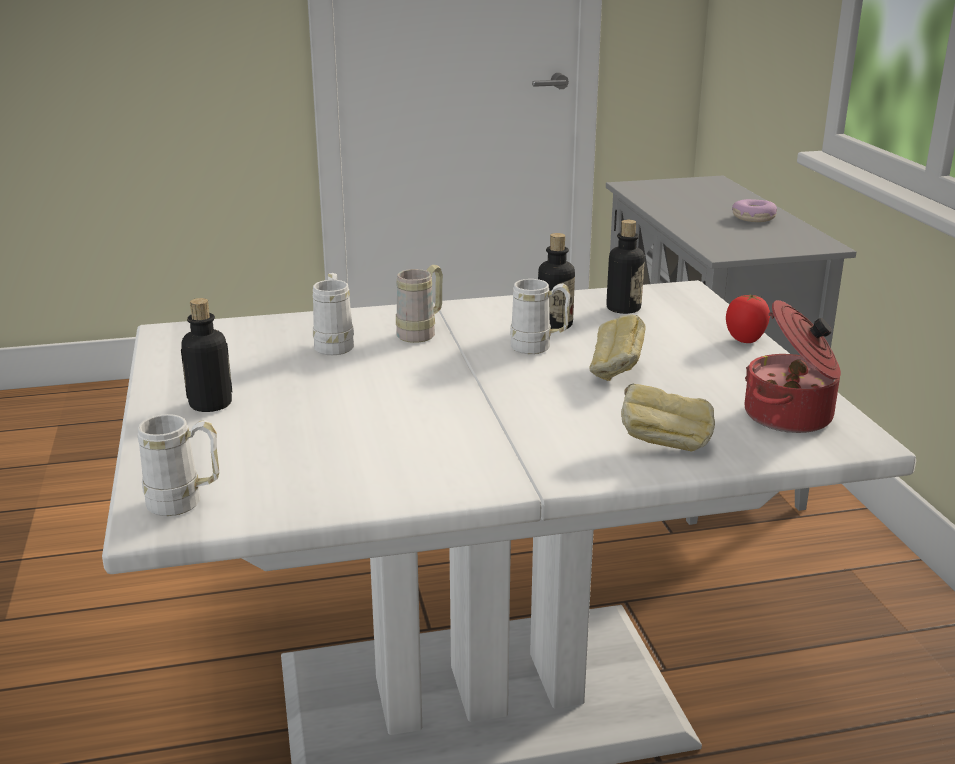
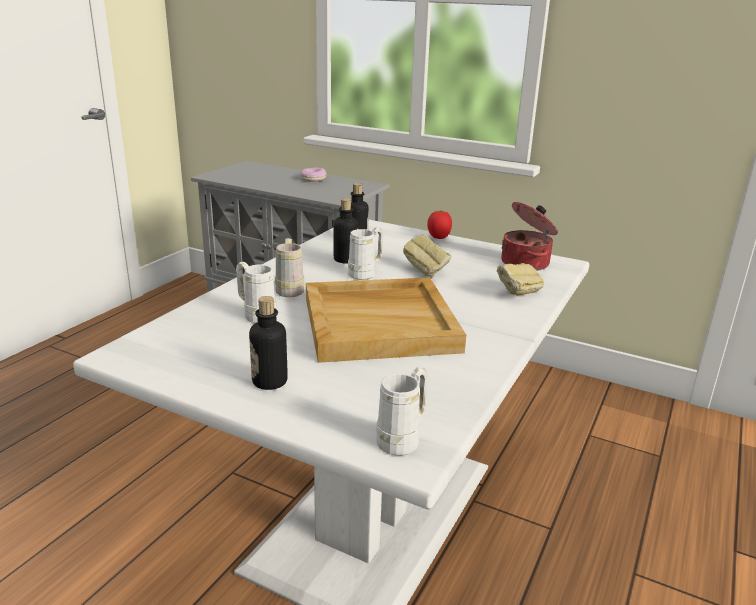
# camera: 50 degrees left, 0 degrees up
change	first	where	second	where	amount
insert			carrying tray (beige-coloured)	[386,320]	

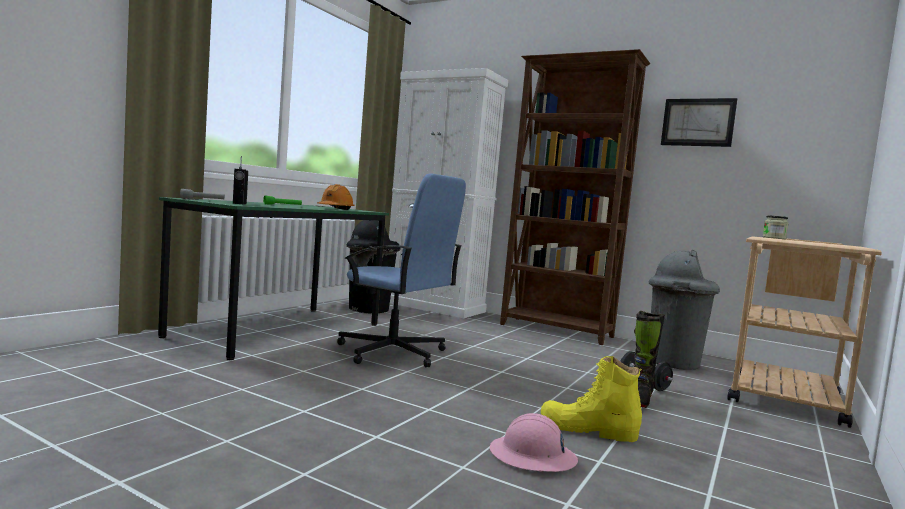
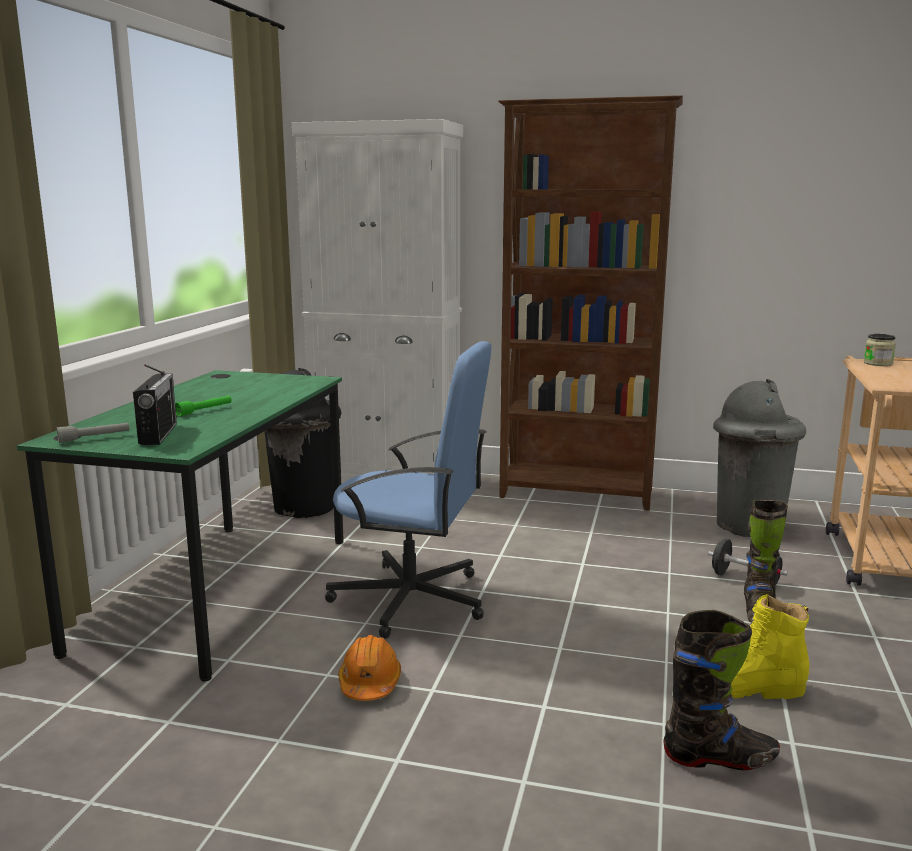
# camera: 15 degrees left, 10 degrees up
change	first	where	second	where	amount
rotate	radio set	[240,180]		[155,405]	150 degrees counterclockwise
move	safety helmet (orange)	[335,197]		[369,668]	
replace	safety helmet (pinkish)	[534,442]	boot (blackish)	[721,690]	
delete	picture	[699,122]			

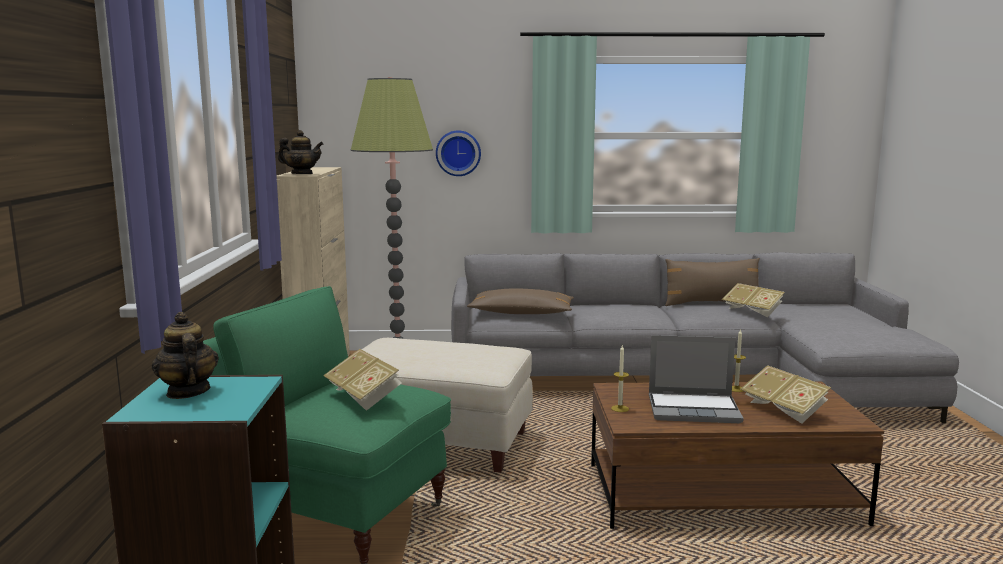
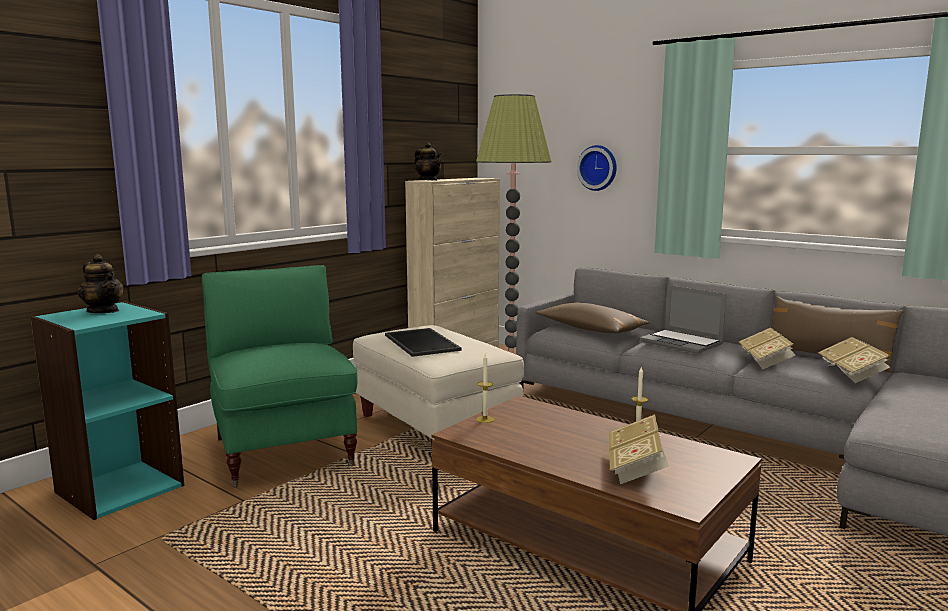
# camera: 40 degrees right, 0 degrees up
change	first	where	second	where	amount
rotate	tea pot	[185,355]		[100,283]	120 degrees clockwise
insert			carrying tray	[423,342]	
move	portable computer	[696,379]		[683,319]	
move	book	[362,380]		[767,348]	

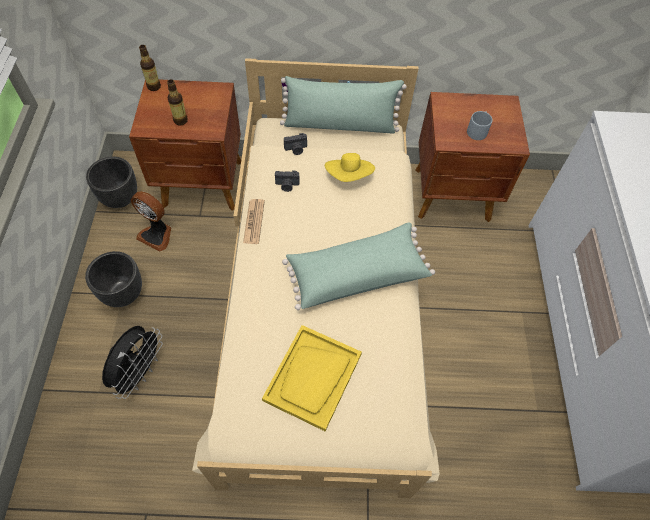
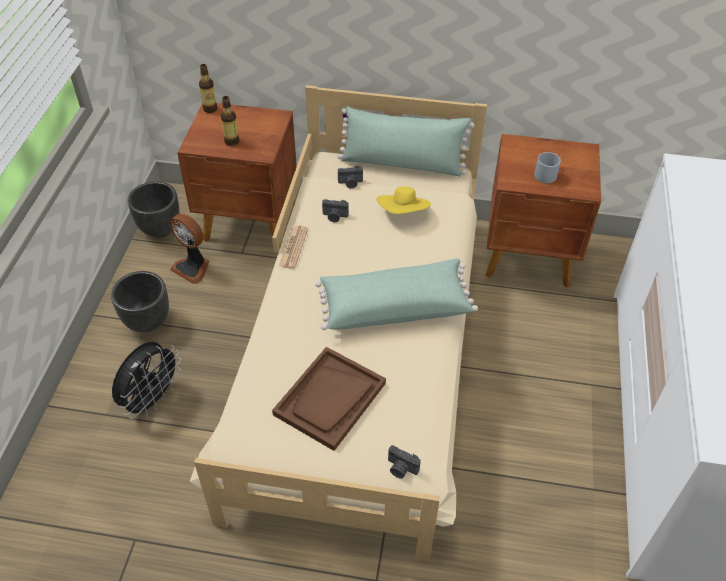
# camera: 10 degrees right, 10 degrees down
change	first	where	second	where	amount
recolor	carrying tray (yellow-coloured)	[312,378]	carrying tray (brown-coloured)	[329,399]	
insert			photo camera	[404,462]	

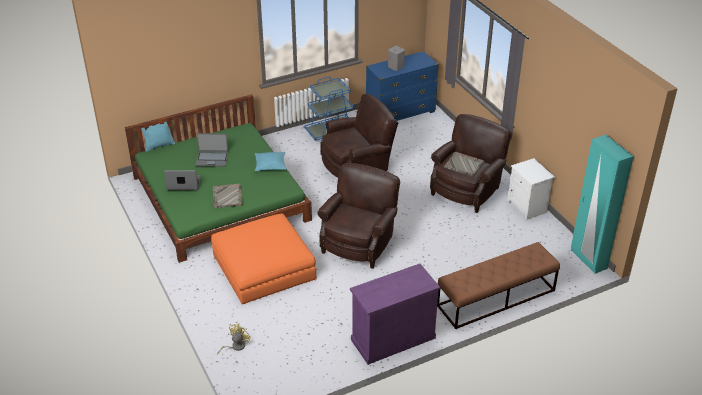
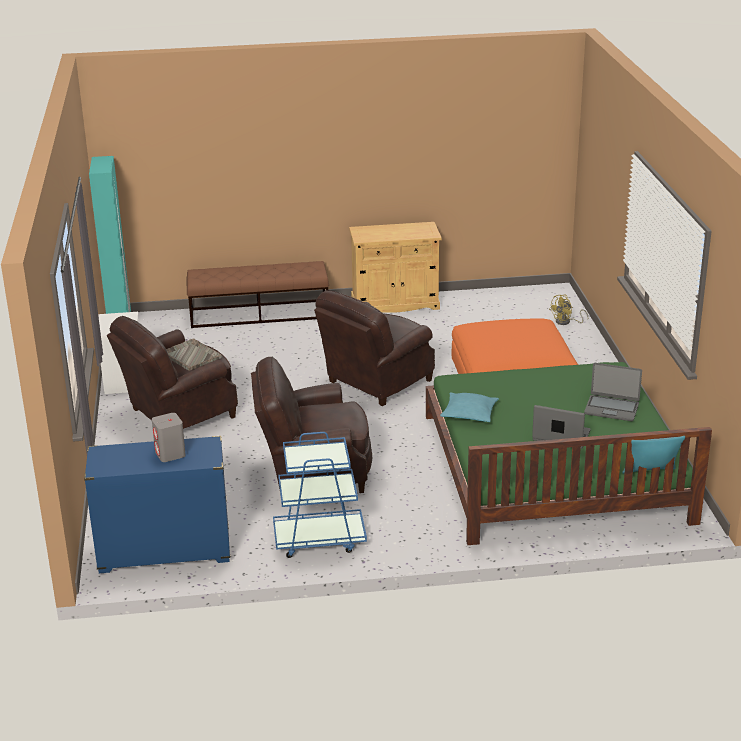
# camera: 160 degrees left, 10 degrees down
change	first	where	second	where	amount
recolor	cupboard (purple)	[395,314]	cupboard (beige-coloured)	[395,267]	
delete	carrying tray (gray)	[227,196]			

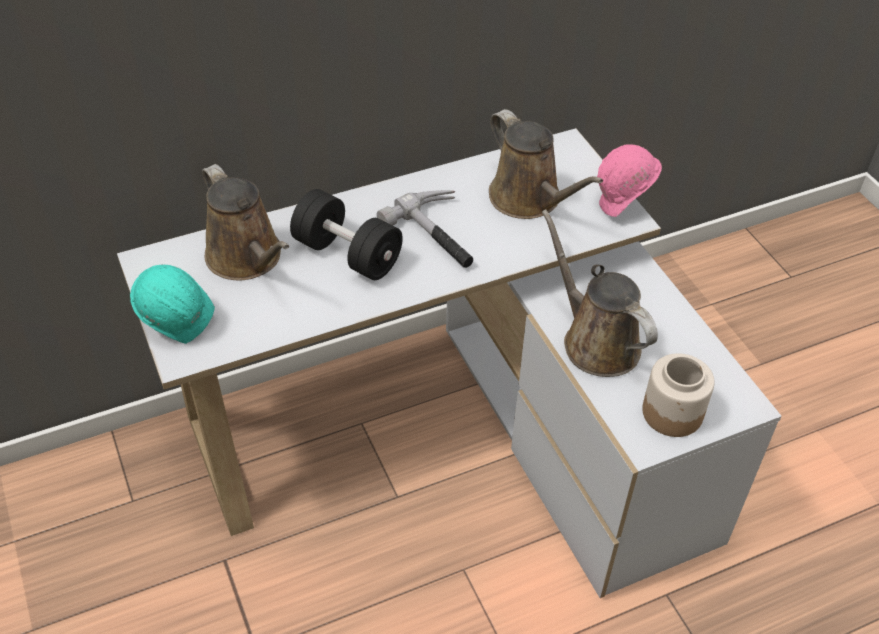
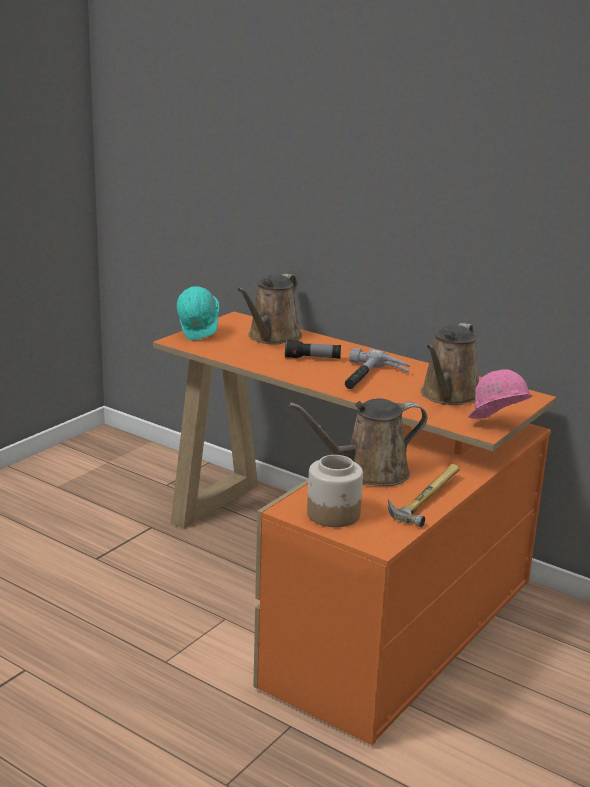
# camera: 60 degrees right, 25 degrees down
change	first	where	second	where	amount
recolor	desk unit (white-coloured)	[449,363]	desk unit (orange)	[355,528]	
replace	free weight (blackish)	[346,234]	hand torch	[313,349]	
rotate	sprinkling can (brown-coloured)	[600,293]		[358,442]	135 degrees counterclockwise
insert			hammer	[424,495]	

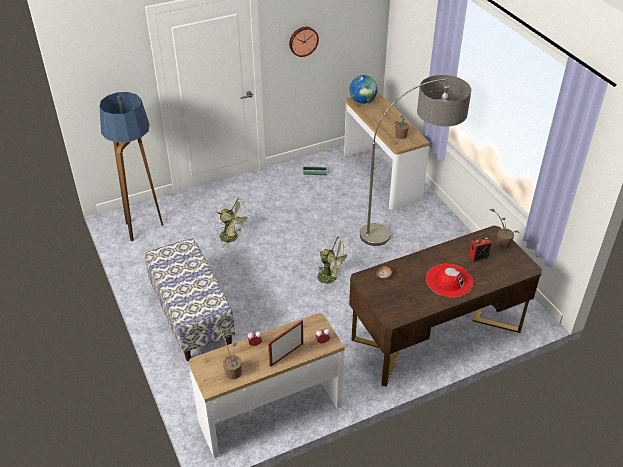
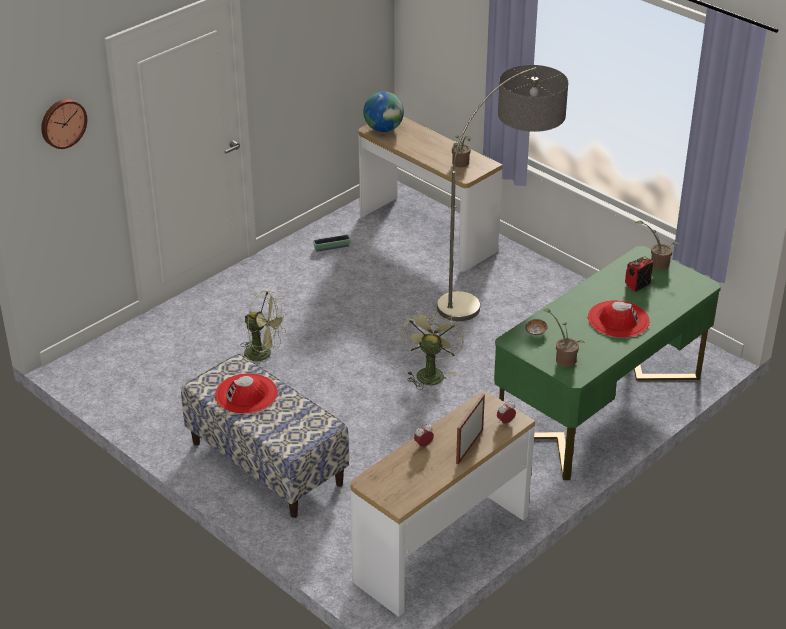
# camera: 20 degrees left, 5 degrees down
change	first	where	second	where	amount
move	clock on the wall	[304,42]		[64,124]	
insert			hat (reddish)	[246,393]	
rotate	cooling fan (greenish)	[333,263]		[432,349]	90 degrees counterclockwise
recolor	desk unit (brown-coloured)	[445,306]	desk unit (greenish)	[607,363]	
move	potted plant	[230,354]		[564,338]	
delete	floor lamp	[131,166]			

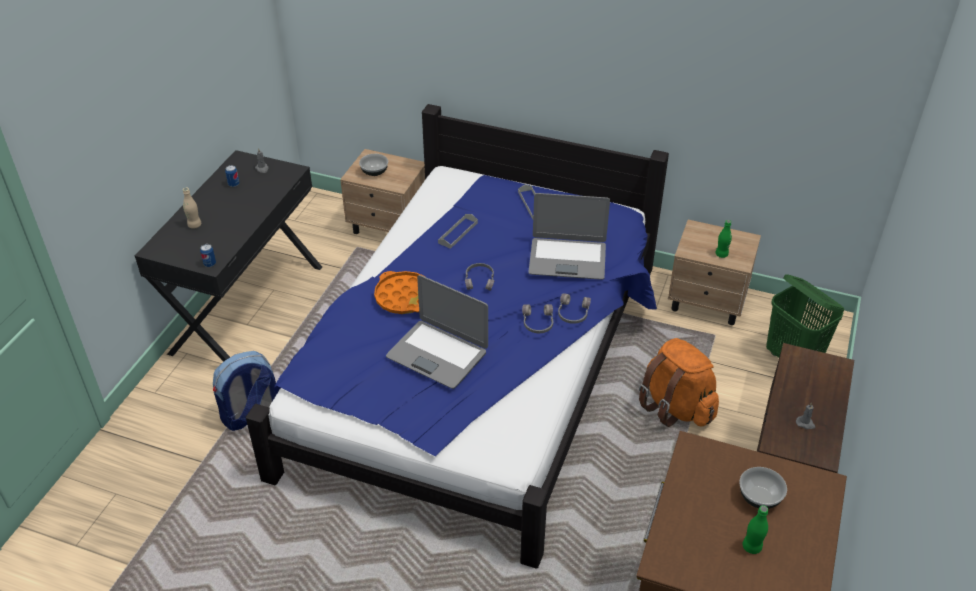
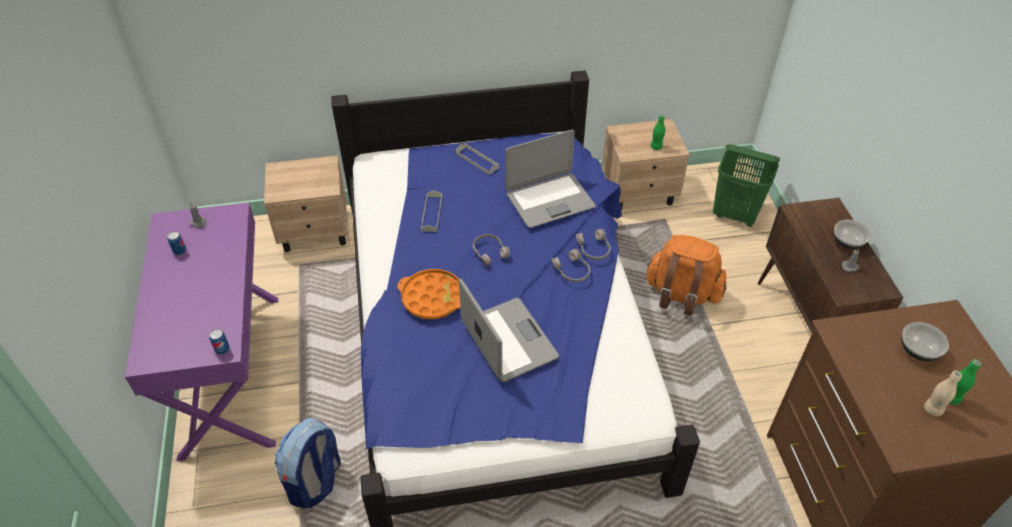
# camera: 30 degrees left, 5 degrees up
change	first	where	second	where	amount
recolor	desk unit (blackish)	[228,256]	desk unit (purple)	[201,332]	
rotate	portable computer	[437,332]		[509,330]	120 degrees counterclockwise
move	deep dish	[373,165]		[852,234]	
move	beverage bottle (beige-coloured)	[192,208]		[943,393]	

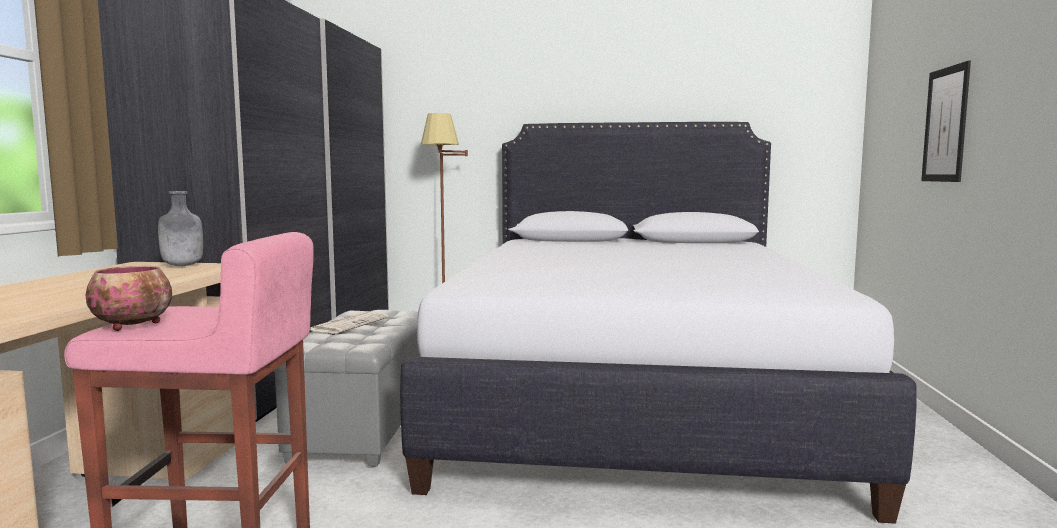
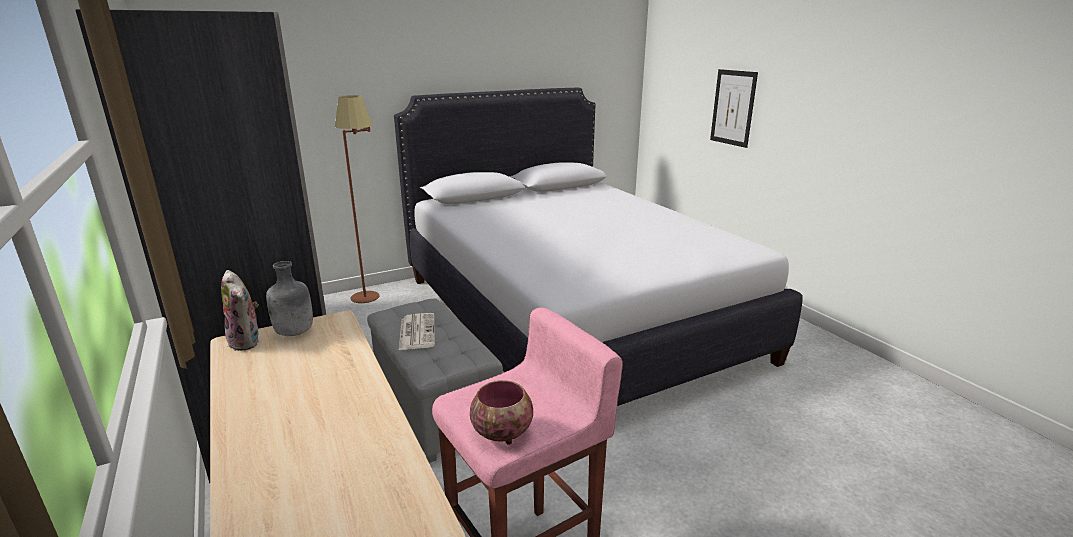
# camera: 35 degrees left, 15 degrees up
change	first	where	second	where	amount
insert			plush toy	[240,310]	

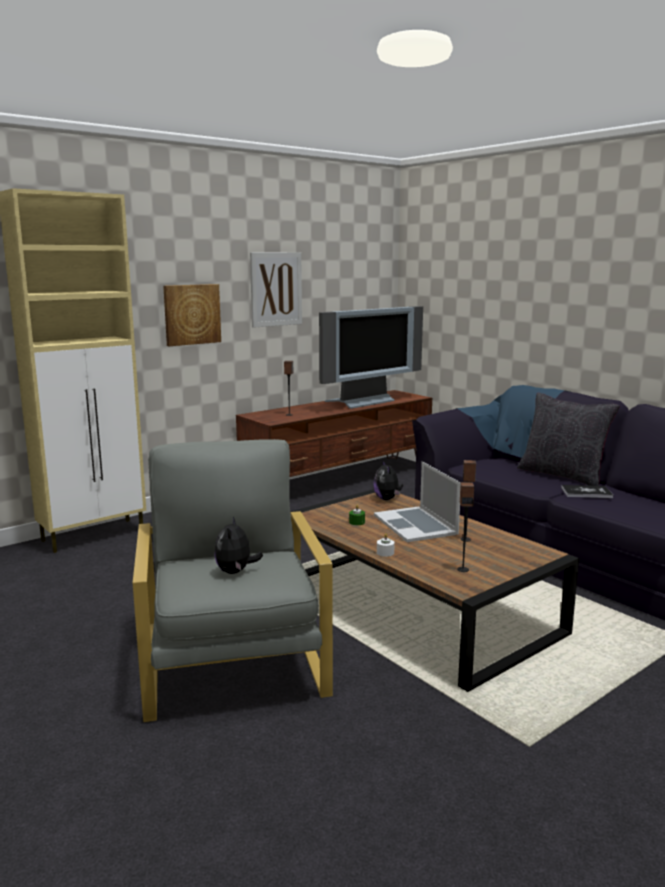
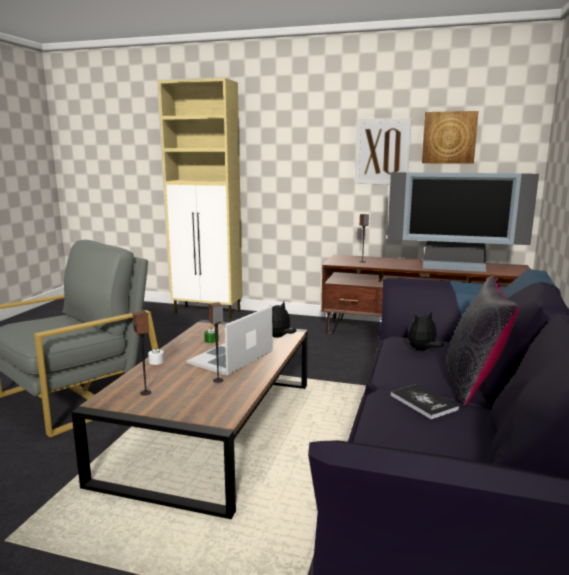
# camera: 55 degrees right, 0 degrees up
change	first	where	second	where	amount
move	plush toy	[239,545]		[425,330]	
move	picture	[192,315]		[450,137]	

